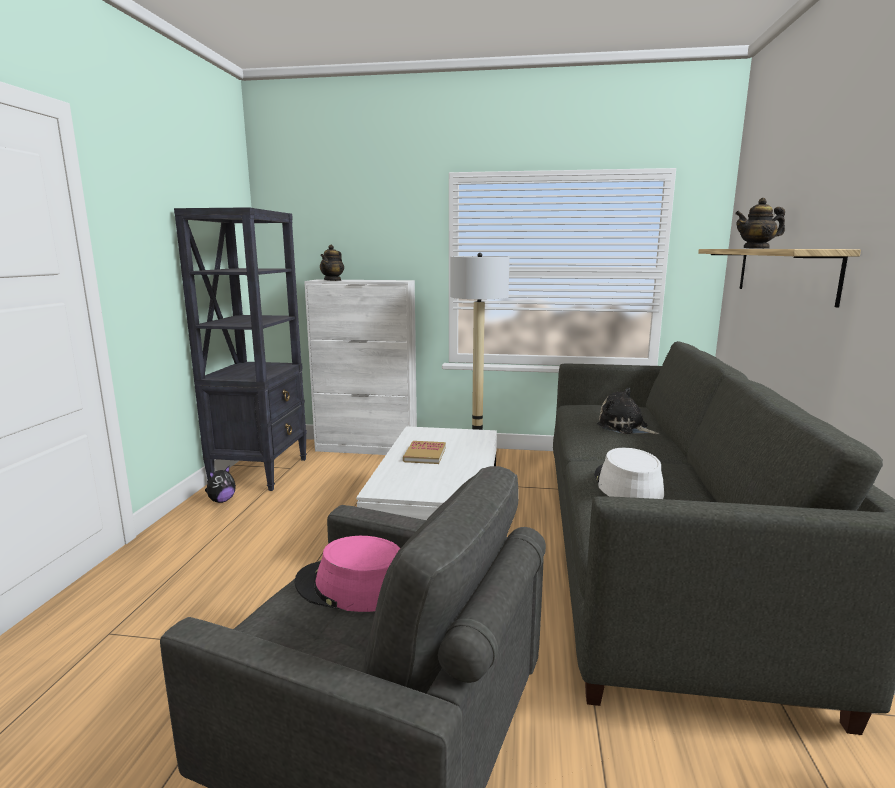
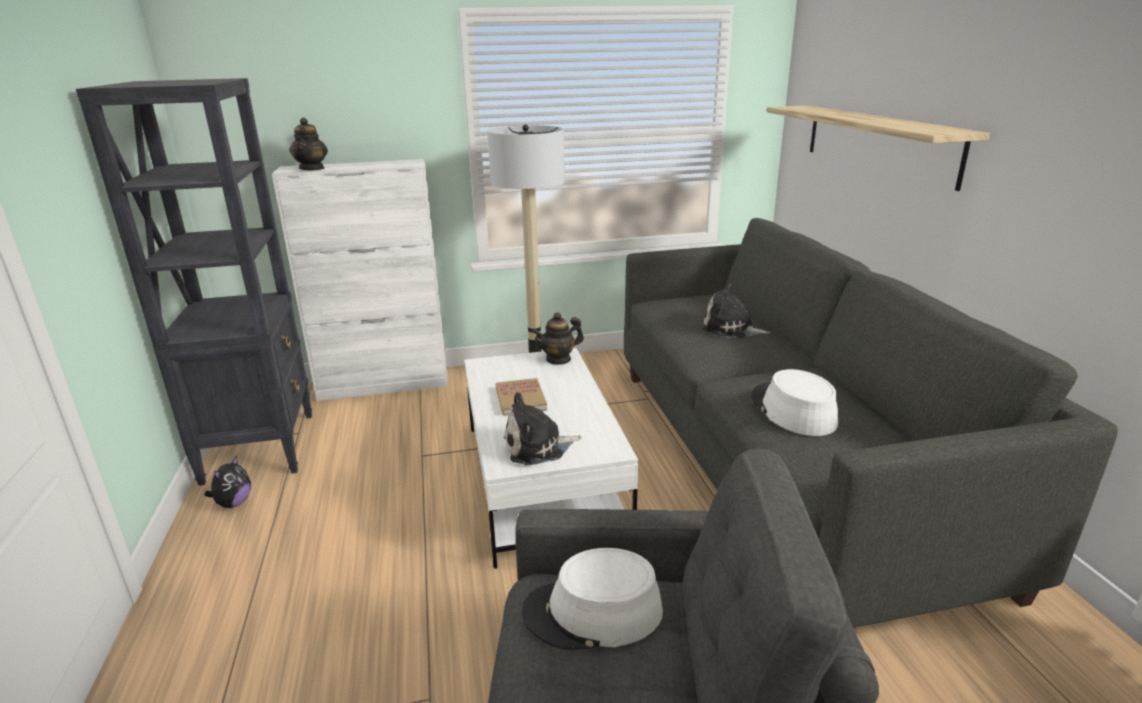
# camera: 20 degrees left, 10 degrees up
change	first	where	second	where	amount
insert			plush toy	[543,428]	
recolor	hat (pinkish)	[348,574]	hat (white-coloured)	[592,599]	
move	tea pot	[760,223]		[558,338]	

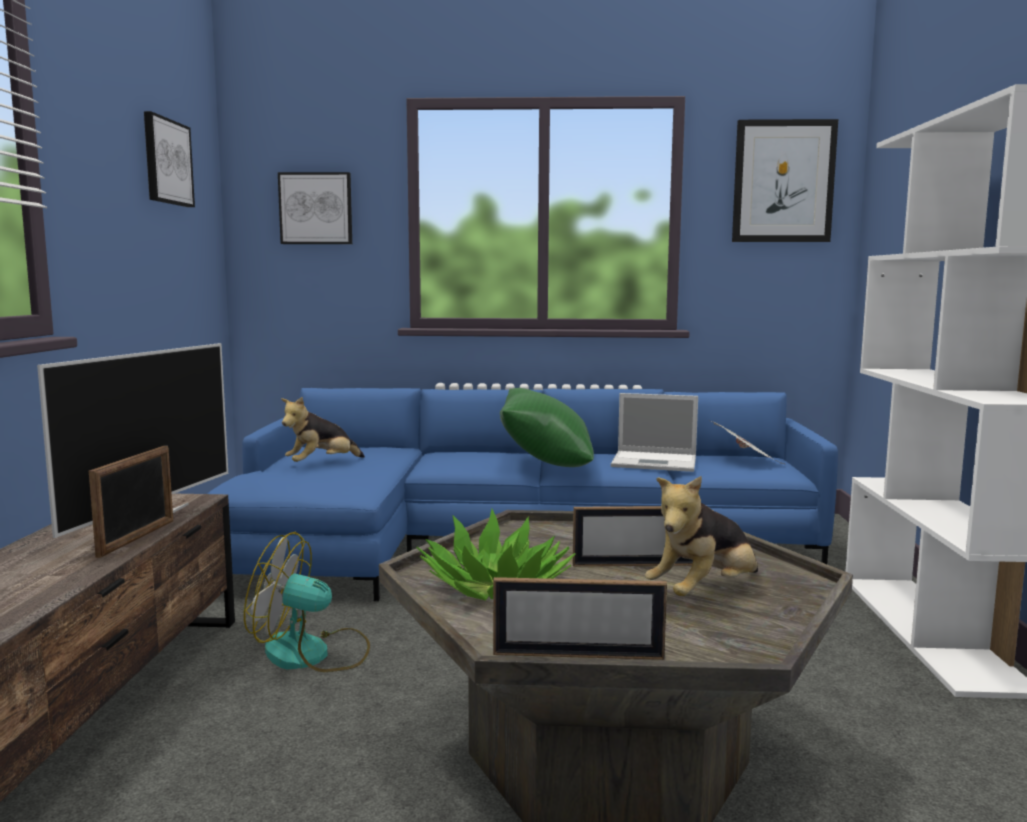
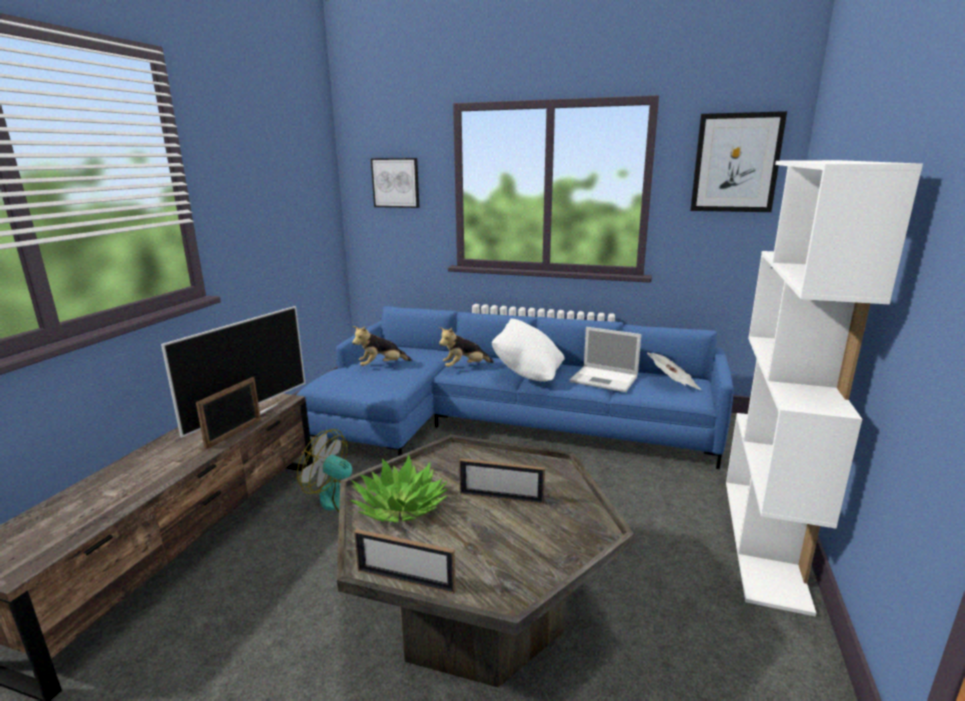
# camera: 15 degrees right, 10 degrees up
change	first	where	second	where	amount
move	plush toy	[701,536]		[466,347]	
recolor	throw pillow (greenish)	[547,427]	throw pillow (white-coloured)	[528,350]	
delete	picture	[169,159]			

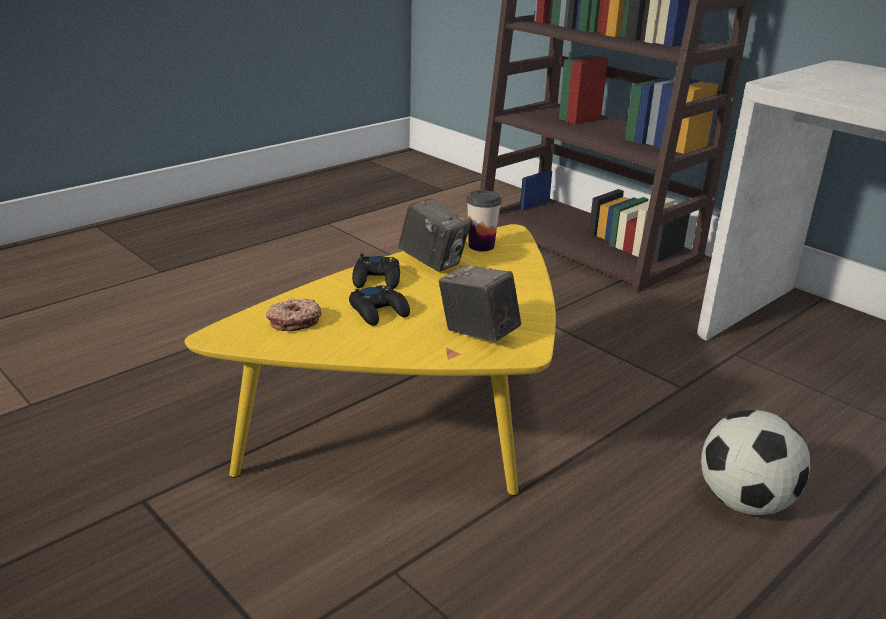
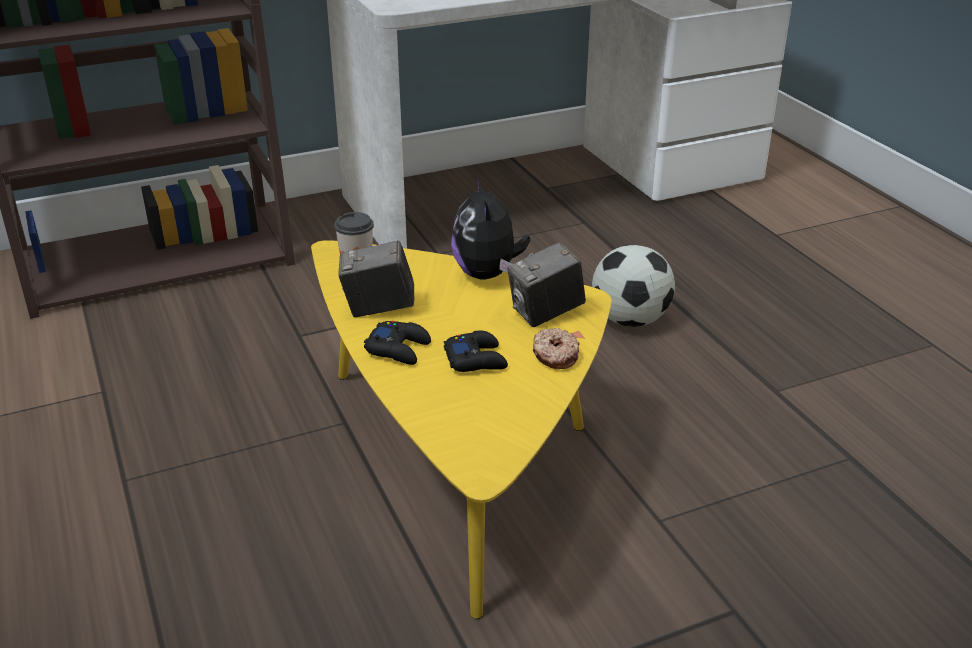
# camera: 70 degrees left, 5 degrees up
change	first	where	second	where	amount
rotate	photo camera	[434,235]		[376,279]	150 degrees counterclockwise
insert			plush toy	[490,228]	
move	ring doughnut	[293,315]		[556,348]	

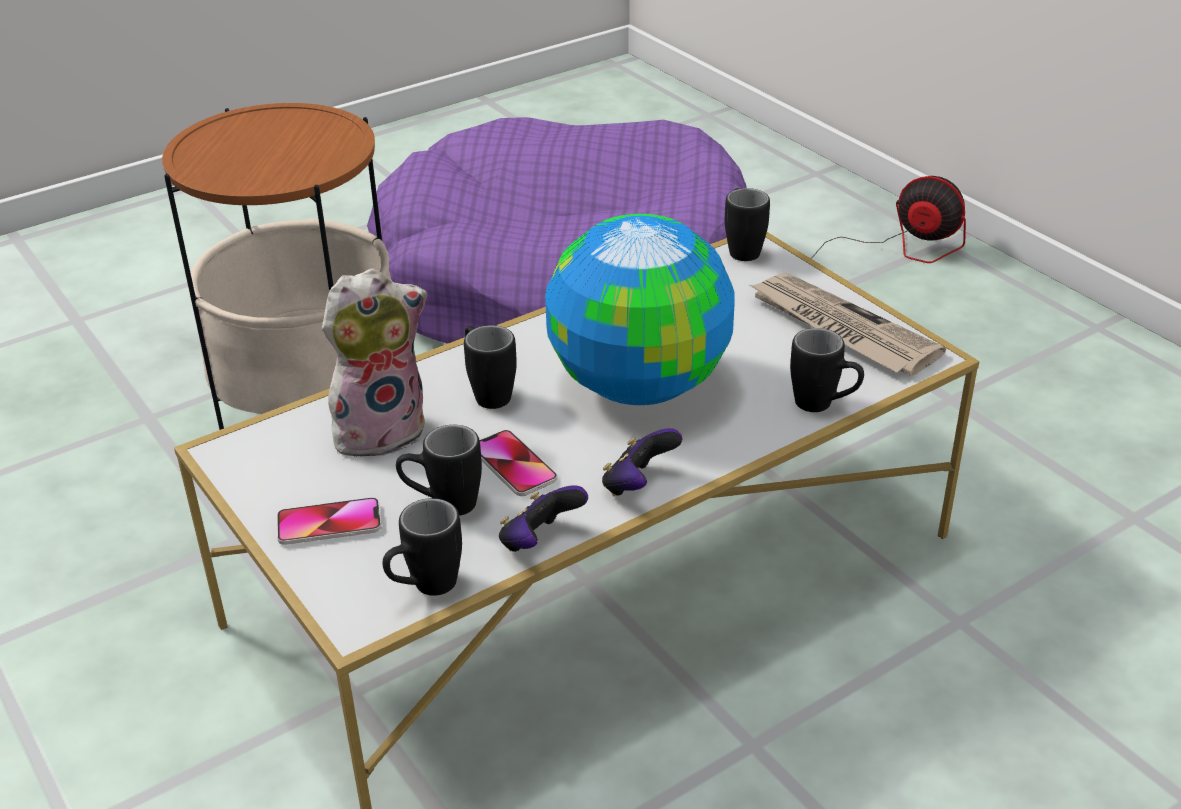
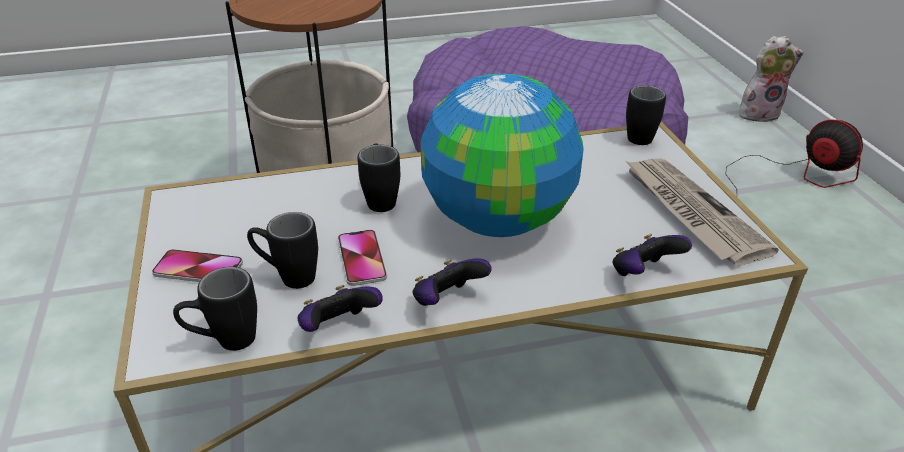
# camera: 20 degrees right, 0 degrees up
change	first	where	second	where	amount
replace	coffee mug (blackish)	[827,370]	gamepad	[652,255]	
move	plush toy	[374,362]		[771,79]	

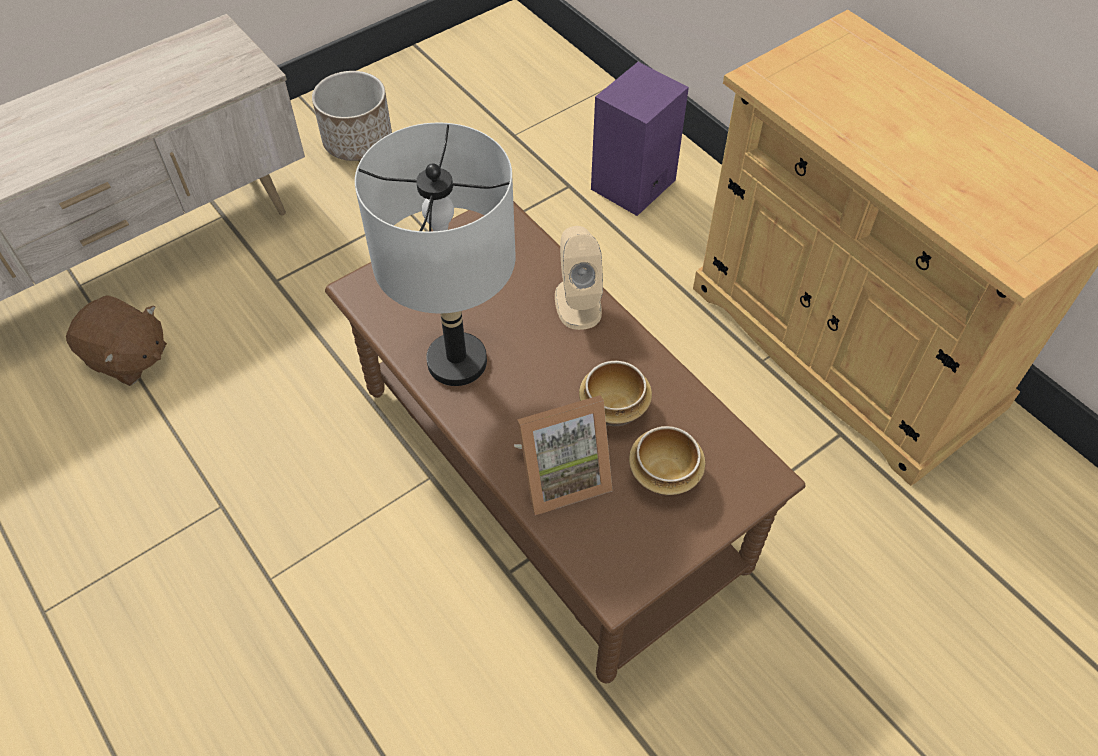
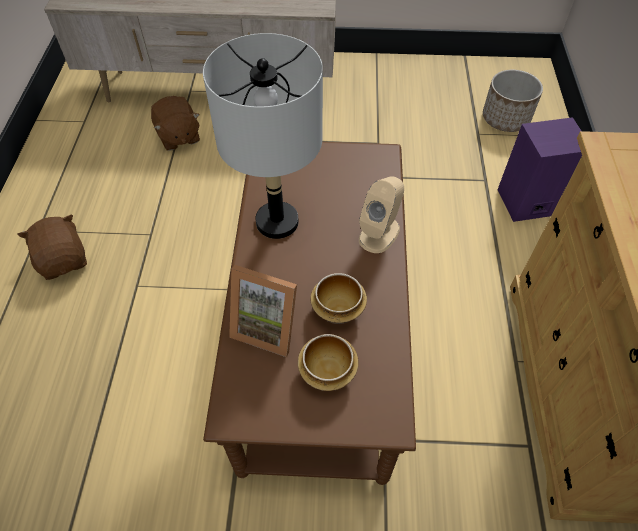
# camera: 40 degrees right, 0 degrees up
change	first	where	second	where	amount
insert			plush toy (brown-coloured)	[52,247]	
move	plant pot	[352,116]		[513,101]	

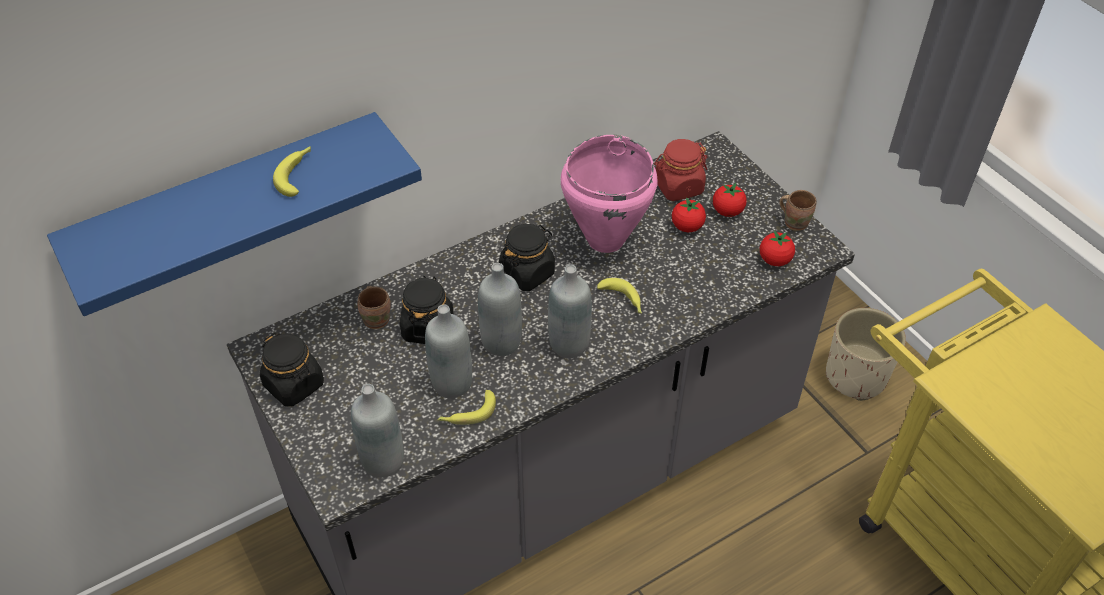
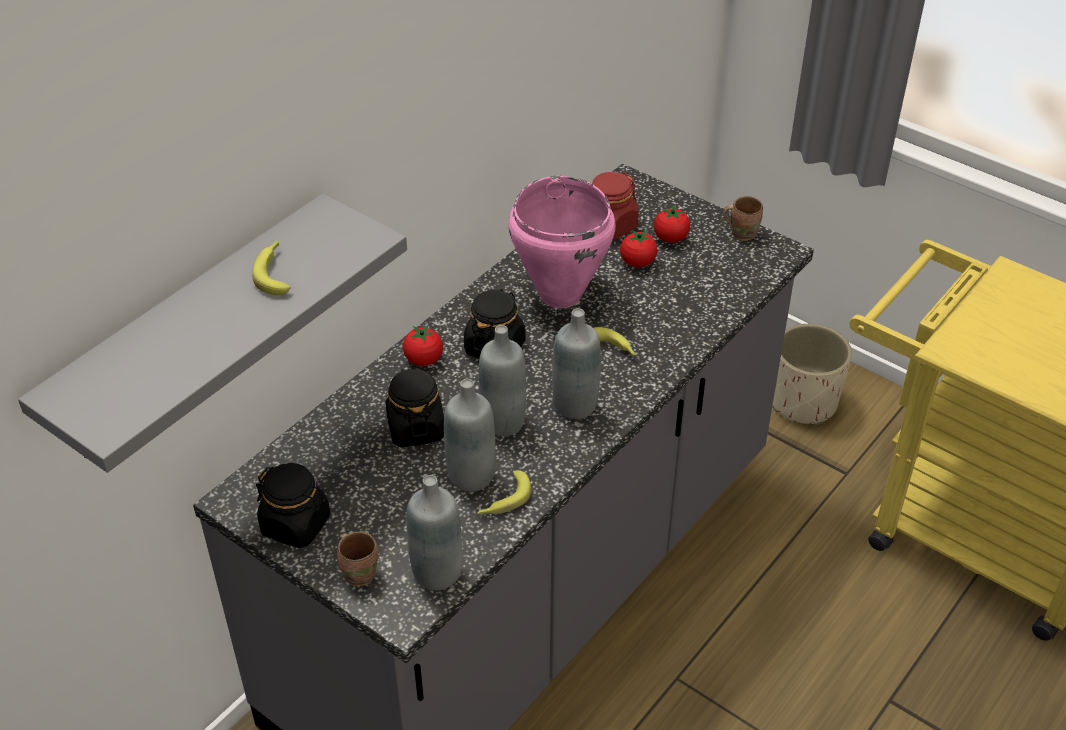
# camera: 20 degrees left, 5 degrees down
change	first	where	second	where	amount
recolor	wall shelf (bluish)	[234,214]	wall shelf (gray)	[212,333]	
move	coffee mug (brown-coloured)	[374,307]		[358,559]	
move	whole tomato	[777,248]		[423,345]	

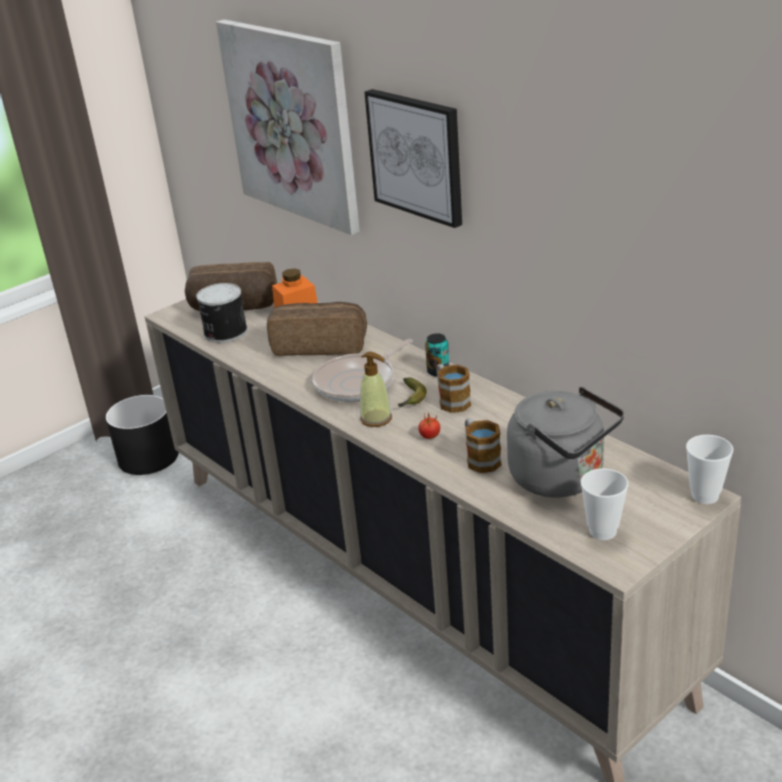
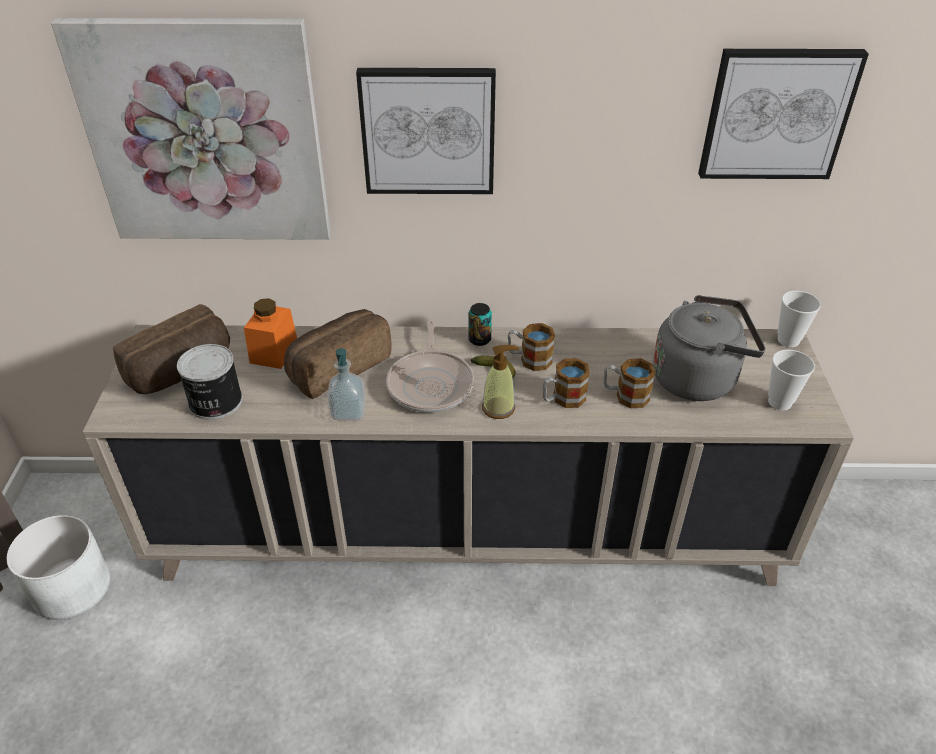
# camera: 50 degrees left, 10 degrees up
change	first	where	second	where	amount
recolor	plant pot (blackish)	[142,435]	plant pot (white-coloured)	[58,567]	
insert			liquid soap bottle	[346,384]	
replace	whole tomato	[429,426]	coffee mug	[566,383]	
insert			picture	[783,114]	

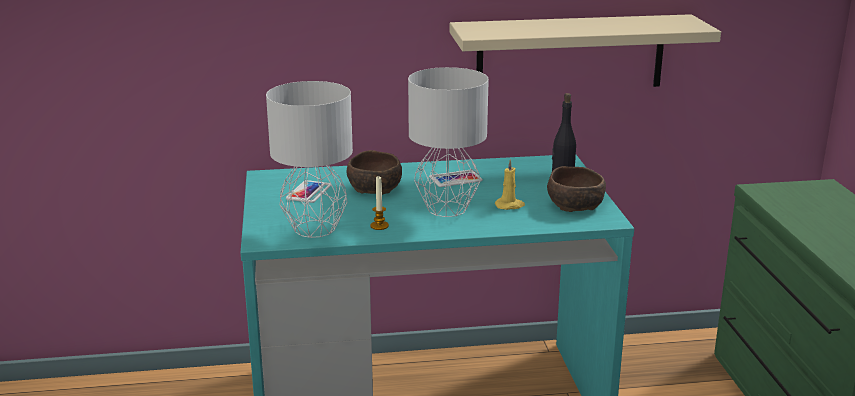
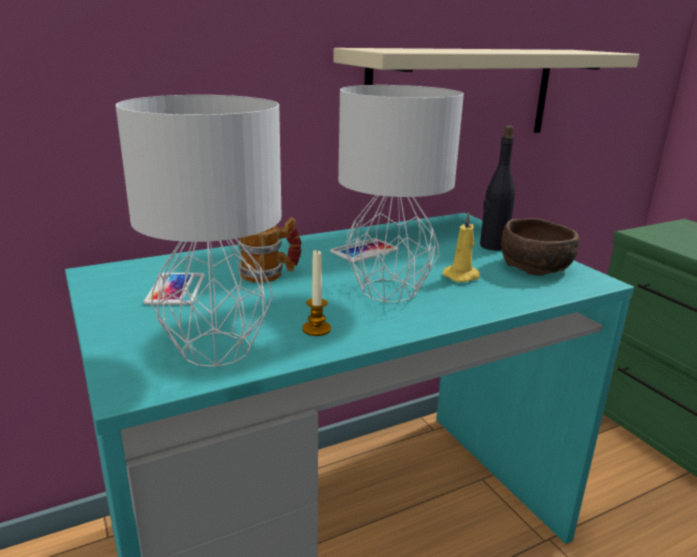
# camera: 20 degrees left, 0 degrees up
change	first	where	second	where	amount
replace	deep dish (brown-coloured)	[374,172]	coffee mug	[270,250]	

